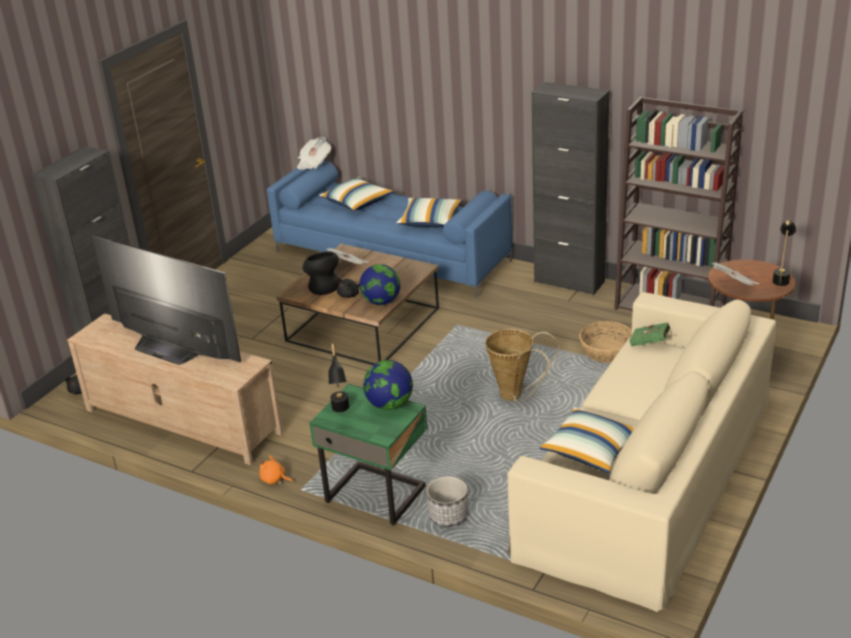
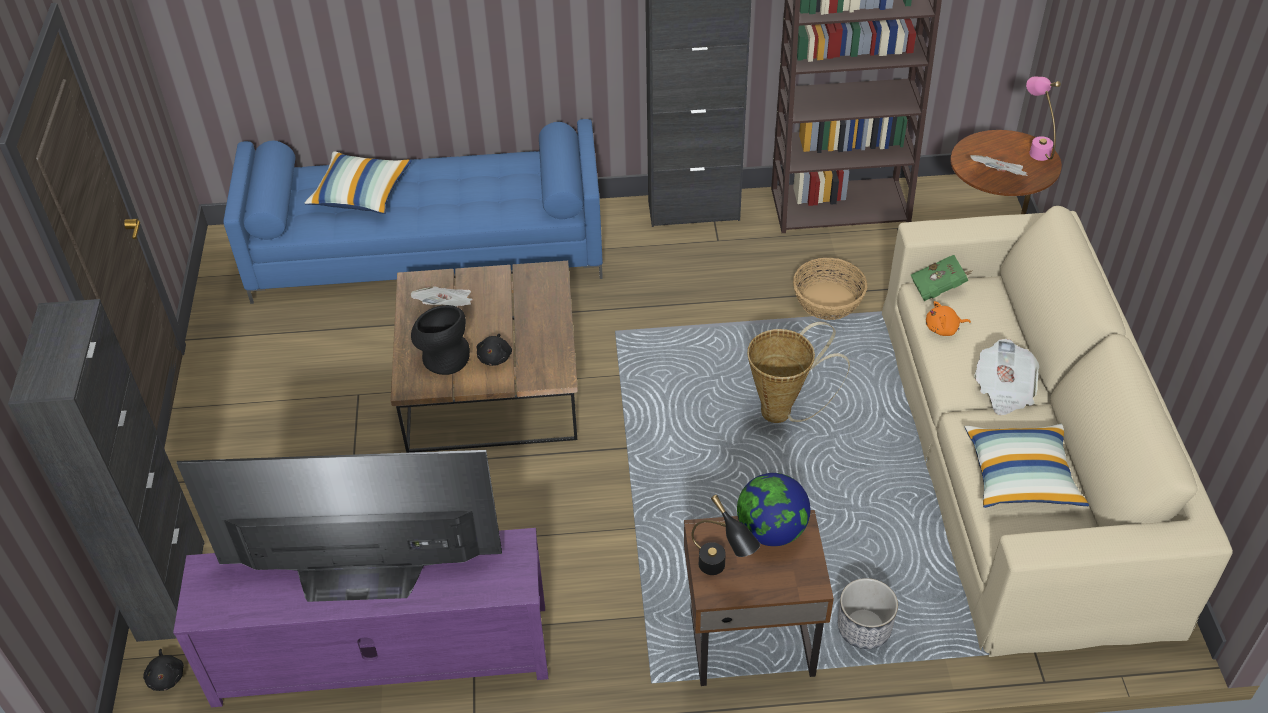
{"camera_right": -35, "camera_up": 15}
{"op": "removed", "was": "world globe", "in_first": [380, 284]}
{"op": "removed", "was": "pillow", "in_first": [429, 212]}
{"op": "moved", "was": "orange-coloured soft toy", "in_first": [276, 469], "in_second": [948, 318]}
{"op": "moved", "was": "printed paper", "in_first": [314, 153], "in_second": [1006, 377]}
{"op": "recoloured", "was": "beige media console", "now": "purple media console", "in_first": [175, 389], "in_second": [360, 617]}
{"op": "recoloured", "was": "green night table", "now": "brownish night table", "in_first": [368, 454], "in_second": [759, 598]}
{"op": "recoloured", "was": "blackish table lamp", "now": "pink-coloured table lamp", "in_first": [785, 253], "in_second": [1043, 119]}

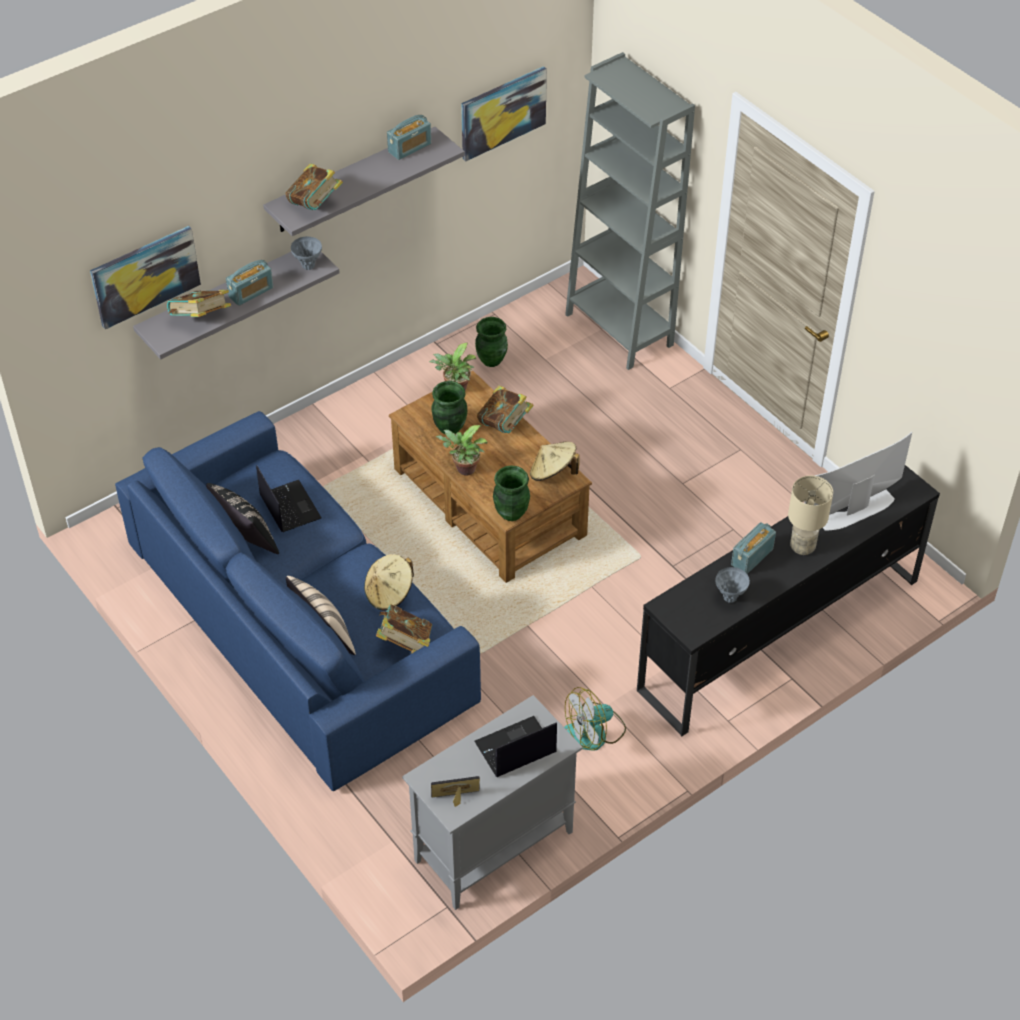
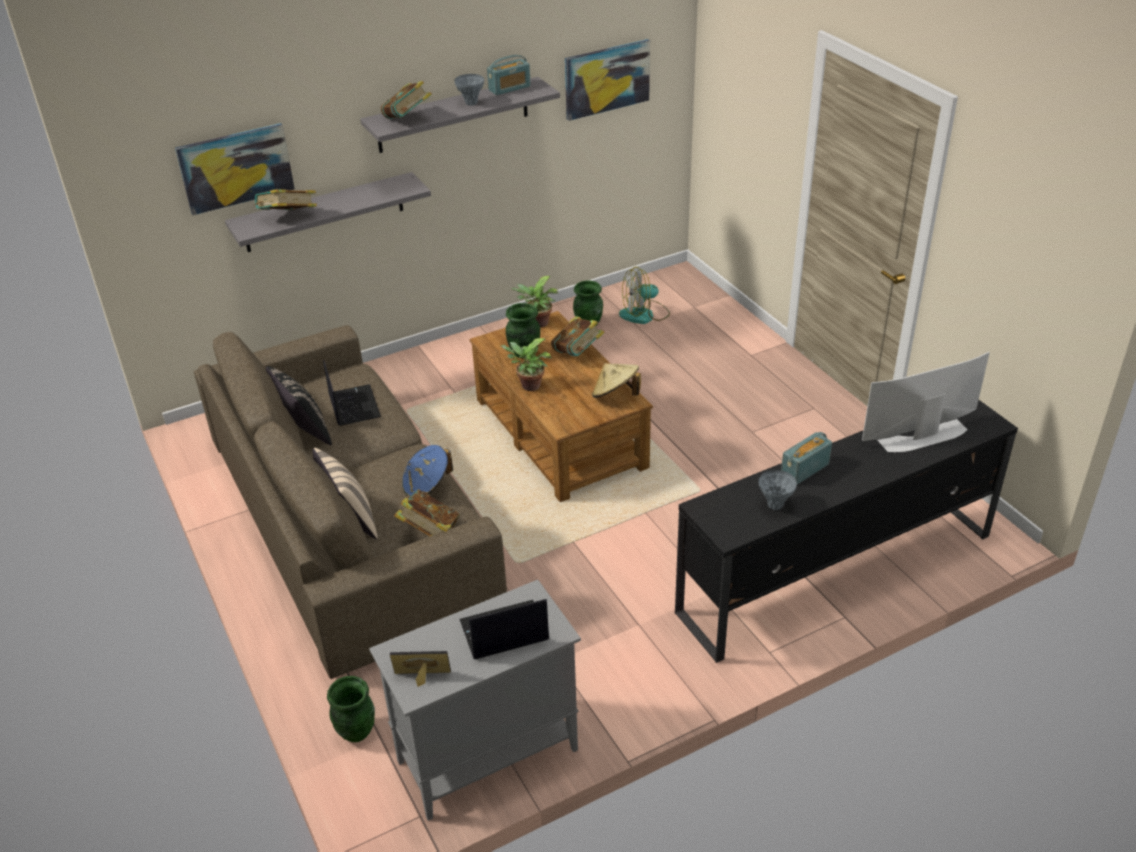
{"camera_right": 10, "camera_up": -10}
{"op": "removed", "was": "radio set", "in_first": [249, 283]}
{"op": "removed", "was": "gray shelving unit", "in_first": [630, 211]}
{"op": "removed", "was": "beige table lamp", "in_first": [810, 515]}
{"op": "moved", "was": "gray decorative vase", "in_first": [306, 253], "in_second": [469, 90]}
{"op": "moved", "was": "green decorative vase", "in_first": [511, 493], "in_second": [351, 709]}
{"op": "moved", "was": "cooling fan", "in_first": [595, 719], "in_second": [644, 295]}
{"op": "recoloured", "was": "blue settee", "now": "brownish settee", "in_first": [298, 601], "in_second": [350, 502]}
{"op": "recoloured", "was": "beige hat", "now": "blue hat", "in_first": [389, 582], "in_second": [427, 470]}

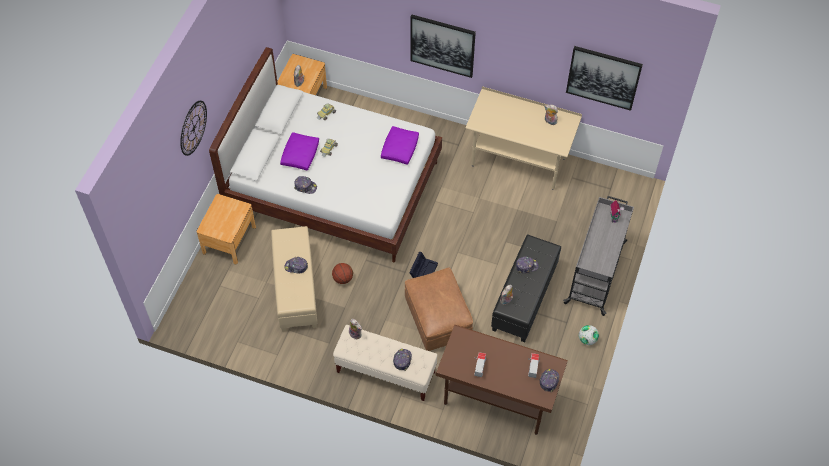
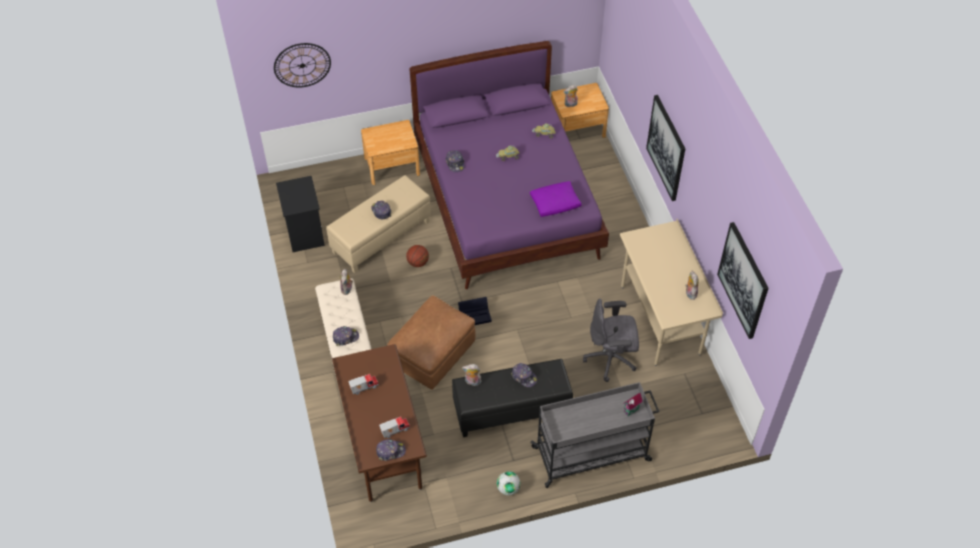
{"camera_right": 55, "camera_up": -5}
{"op": "removed", "was": "purple pillow", "in_first": [299, 151]}
{"op": "added", "now": "blackish night table", "in_second": [300, 214]}
{"op": "added", "now": "gray desk chair", "in_second": [611, 340]}
{"op": "moved", "was": "hanging clock", "in_first": [193, 128], "in_second": [302, 65]}
{"op": "recoloured", "was": "whitish bed", "now": "purple bed", "in_first": [325, 155], "in_second": [509, 165]}

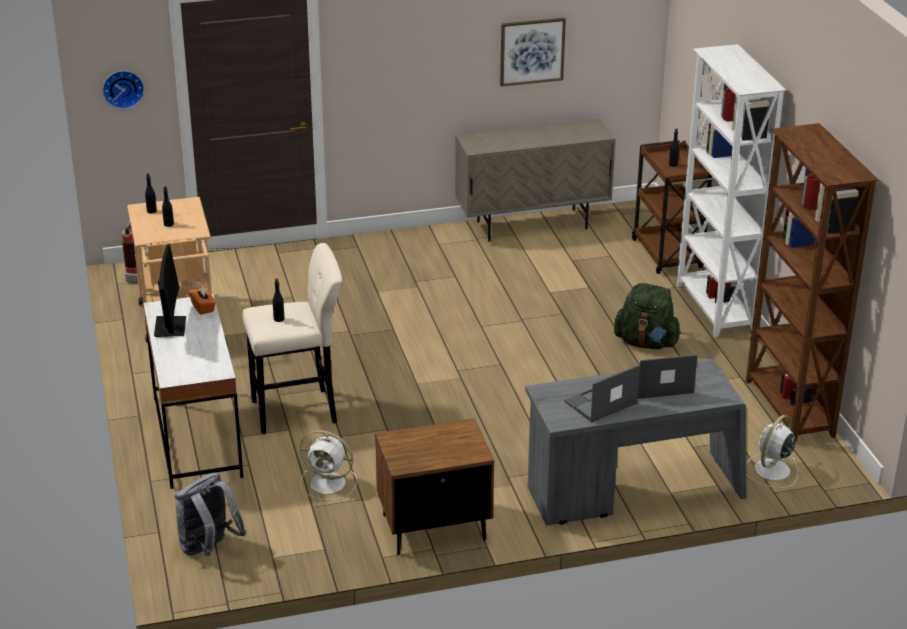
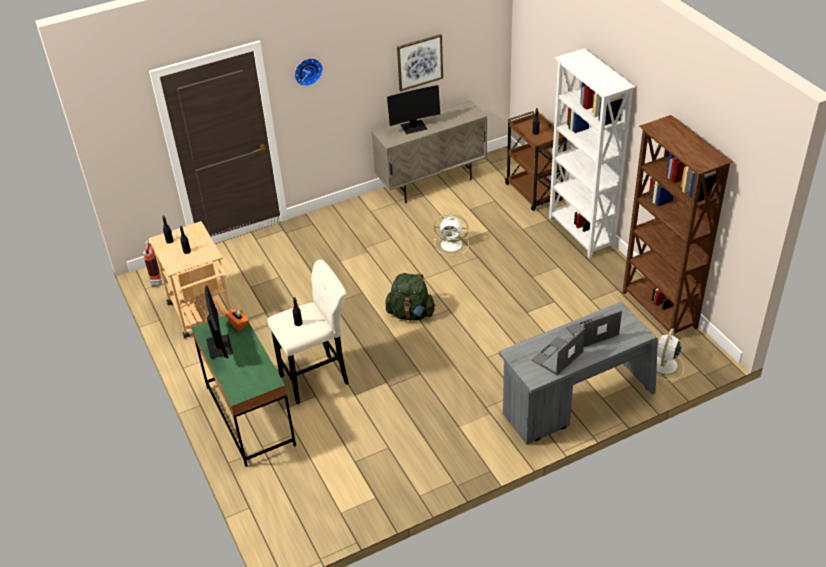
{"camera_right": -10, "camera_up": 10}
{"op": "removed", "was": "gray backpack", "in_first": [210, 514]}
{"op": "removed", "was": "brownish night table", "in_first": [434, 487]}
{"op": "added", "now": "computer display", "in_second": [413, 109]}
{"op": "moved", "was": "hanging clock", "in_first": [123, 90], "in_second": [308, 72]}
{"op": "moved", "was": "whitish cooling fan", "in_first": [328, 465], "in_second": [451, 234]}
{"op": "moved", "was": "green backpack", "in_first": [647, 316], "in_second": [410, 297]}
{"op": "recoloured", "was": "whitish desk unit", "now": "green desk unit", "in_first": [193, 391], "in_second": [243, 388]}

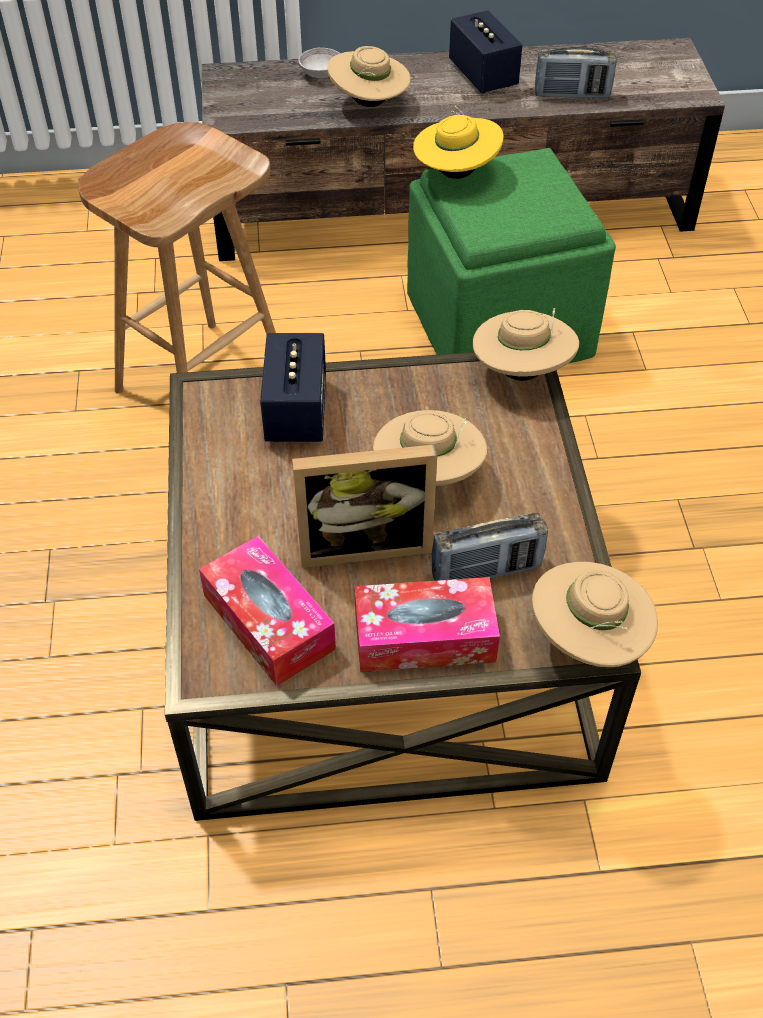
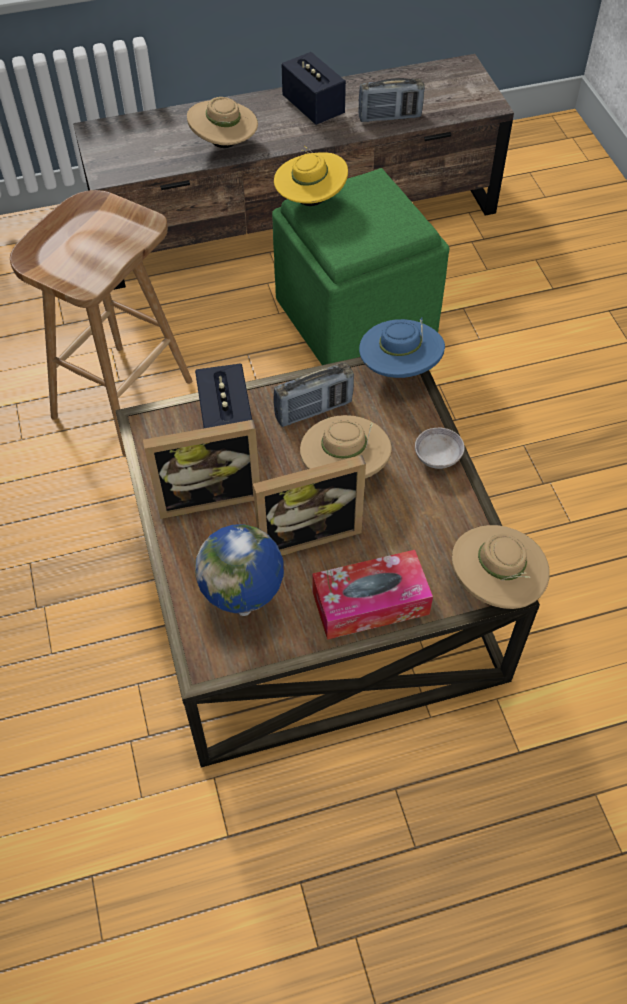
{"camera_right": -10, "camera_up": 5}
{"op": "added", "now": "photo frame", "in_second": [201, 469]}
{"op": "moved", "was": "gray bowl", "in_first": [319, 63], "in_second": [440, 448]}
{"op": "moved", "was": "radio set", "in_first": [489, 547], "in_second": [313, 394]}
{"op": "replaced", "was": "tissue box", "now": "world globe", "in_first": [267, 611], "in_second": [239, 570]}
{"op": "recoloured", "was": "beige hat", "now": "blue hat", "in_first": [526, 344], "in_second": [402, 347]}

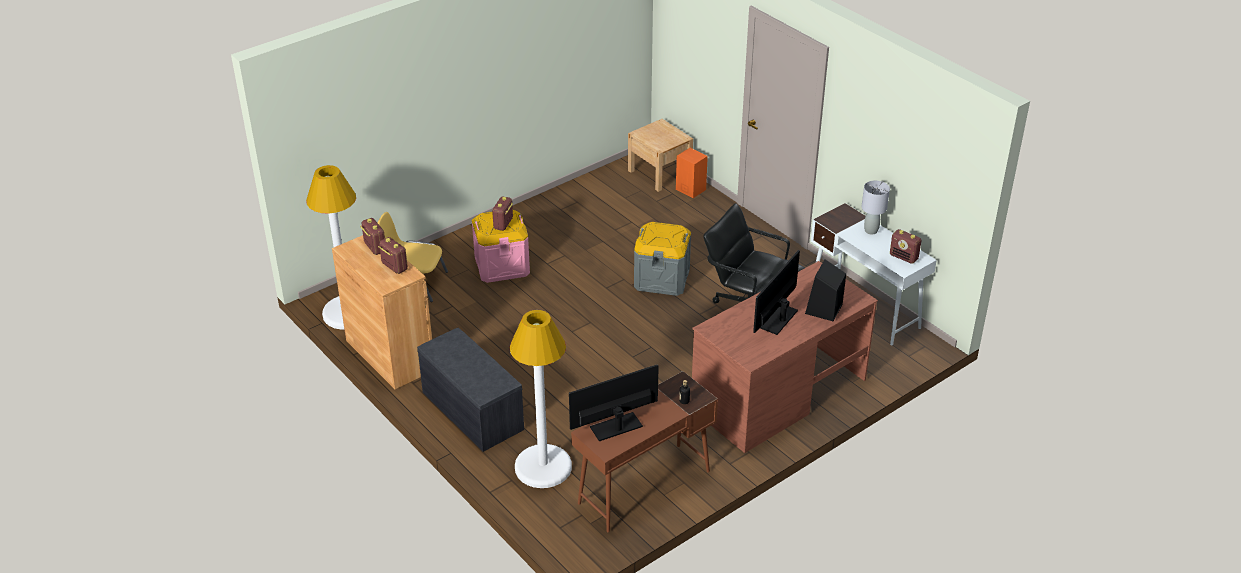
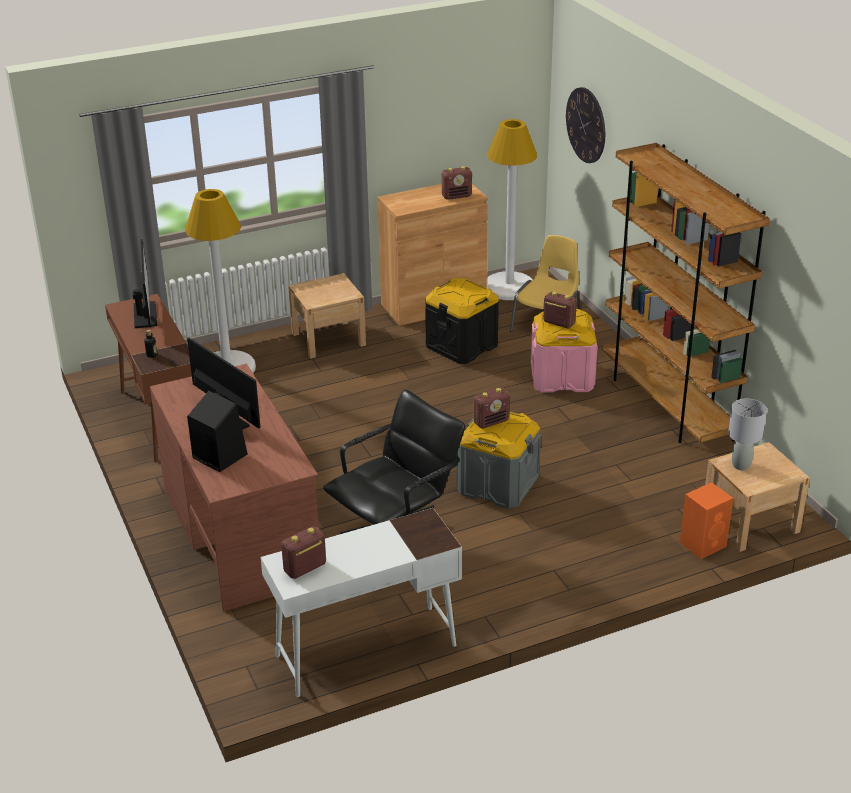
{"camera_right": 105, "camera_up": -5}
{"op": "added", "now": "blackish storage container", "in_second": [462, 321]}
{"op": "added", "now": "hanging clock", "in_second": [585, 125]}
{"op": "added", "now": "brownish shelving unit", "in_second": [686, 293]}
{"op": "moved", "was": "radio set", "in_first": [393, 255], "in_second": [492, 408]}
{"op": "moved", "was": "gray table lamp", "in_first": [875, 207], "in_second": [747, 434]}
{"op": "replaced", "was": "gray long seat", "now": "beige night table", "in_first": [470, 390], "in_second": [327, 316]}

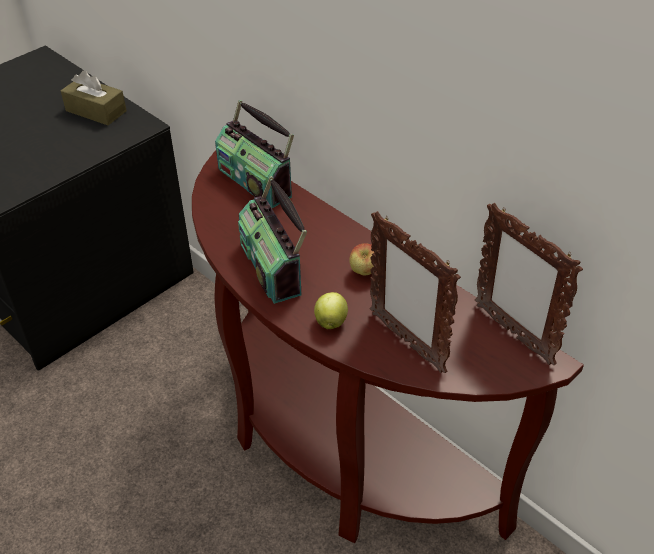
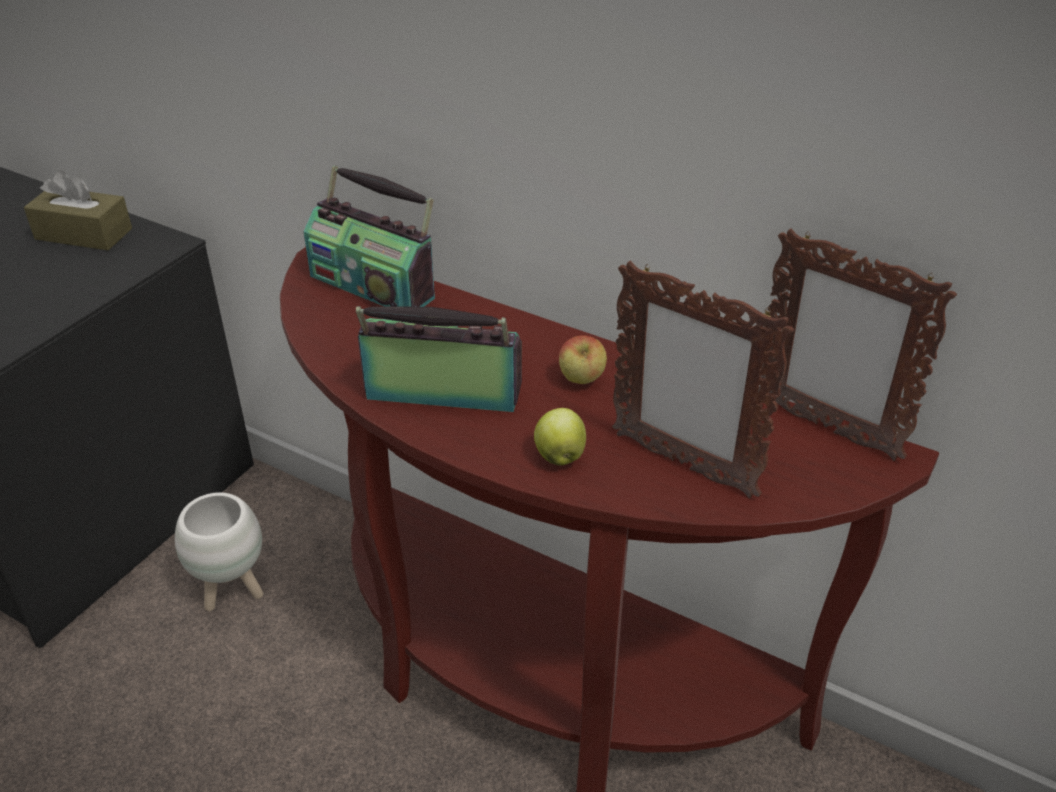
{"camera_right": -15, "camera_up": -5}
{"op": "added", "now": "whitish flower pot", "in_second": [219, 551]}
{"op": "turned", "was": "radio set", "in_first": [272, 240], "in_second": [439, 359], "clockwise": 135}

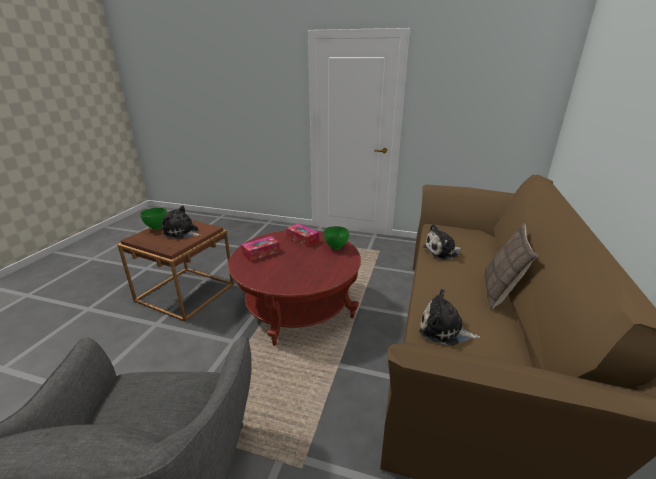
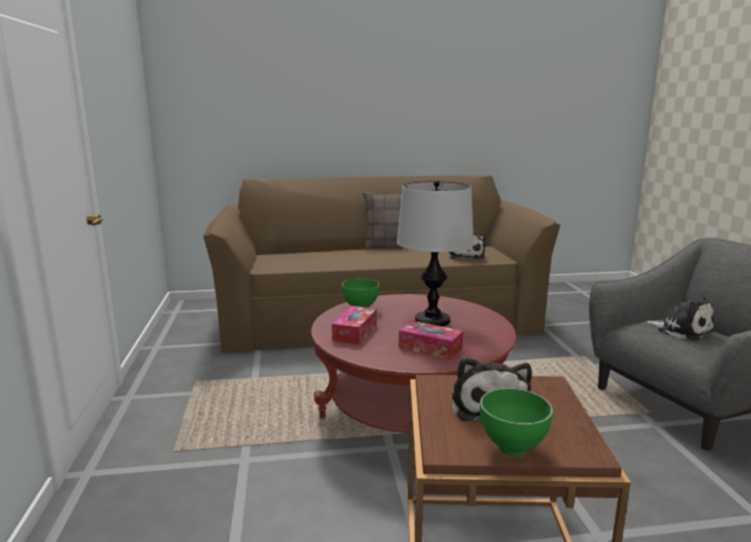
{"camera_right": -115, "camera_up": -10}
{"op": "added", "now": "table lamp", "in_second": [435, 253]}
{"op": "moved", "was": "soft toy", "in_first": [442, 242], "in_second": [679, 319]}

